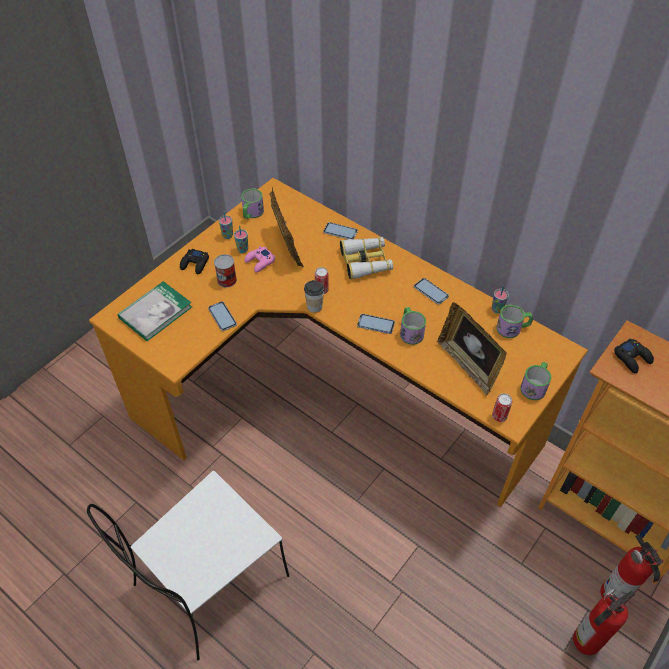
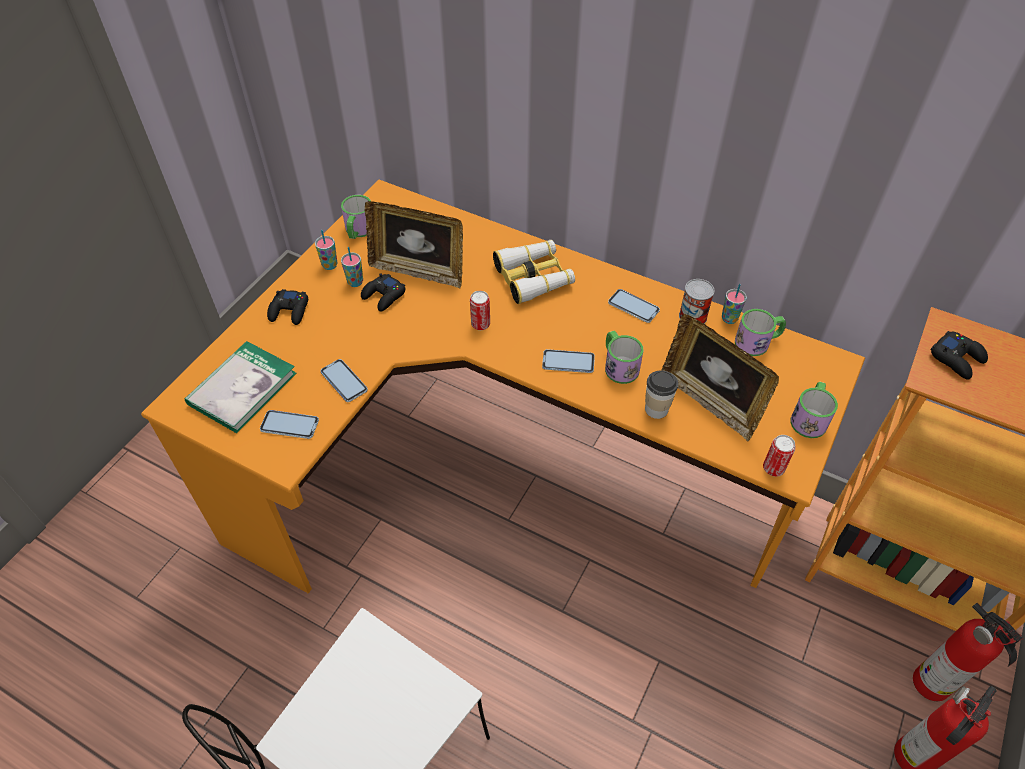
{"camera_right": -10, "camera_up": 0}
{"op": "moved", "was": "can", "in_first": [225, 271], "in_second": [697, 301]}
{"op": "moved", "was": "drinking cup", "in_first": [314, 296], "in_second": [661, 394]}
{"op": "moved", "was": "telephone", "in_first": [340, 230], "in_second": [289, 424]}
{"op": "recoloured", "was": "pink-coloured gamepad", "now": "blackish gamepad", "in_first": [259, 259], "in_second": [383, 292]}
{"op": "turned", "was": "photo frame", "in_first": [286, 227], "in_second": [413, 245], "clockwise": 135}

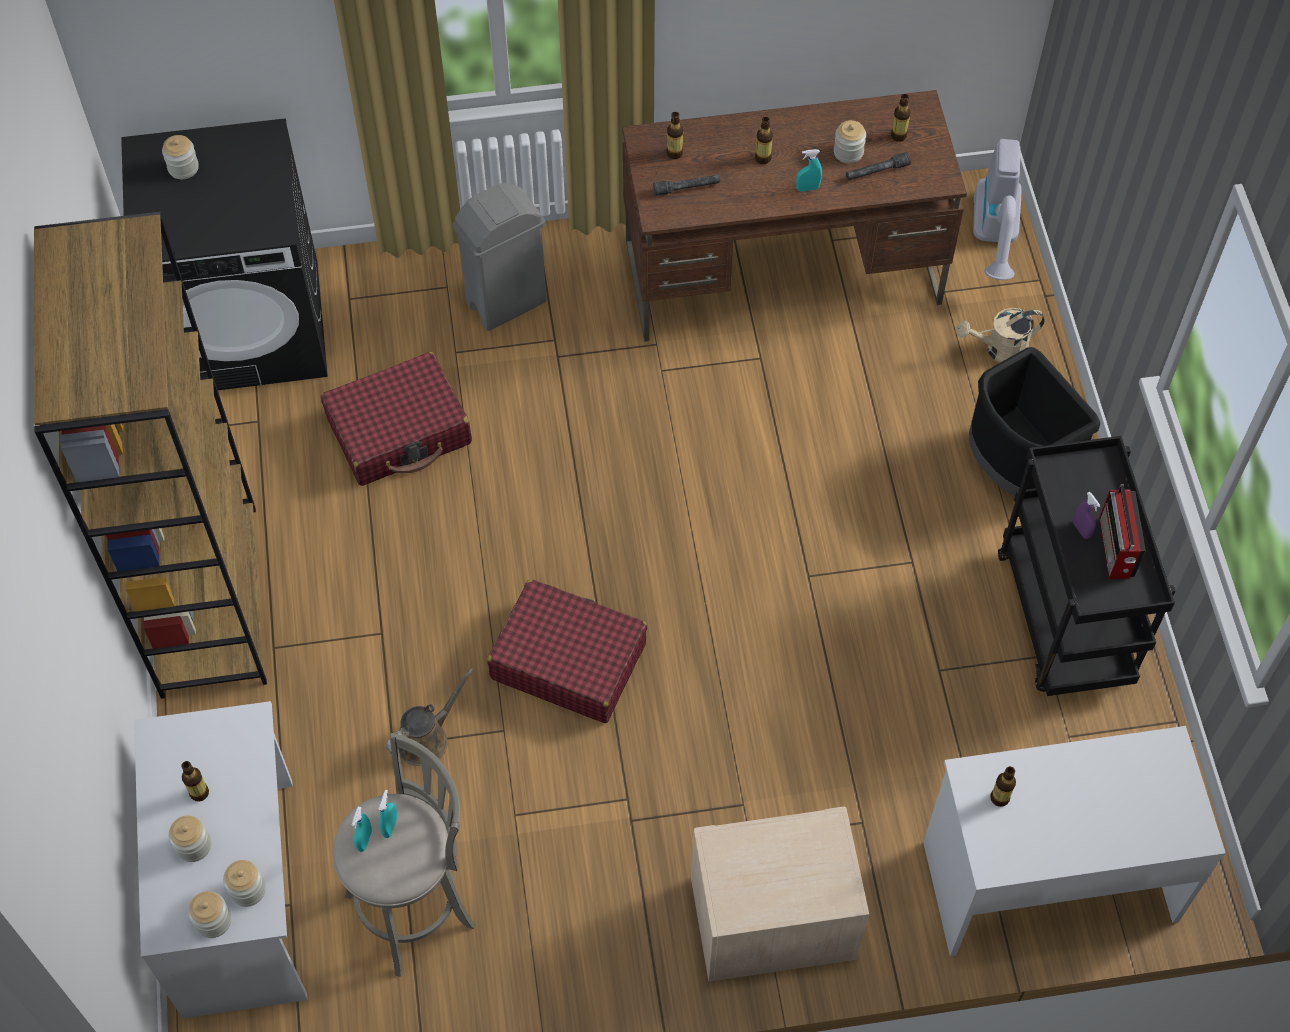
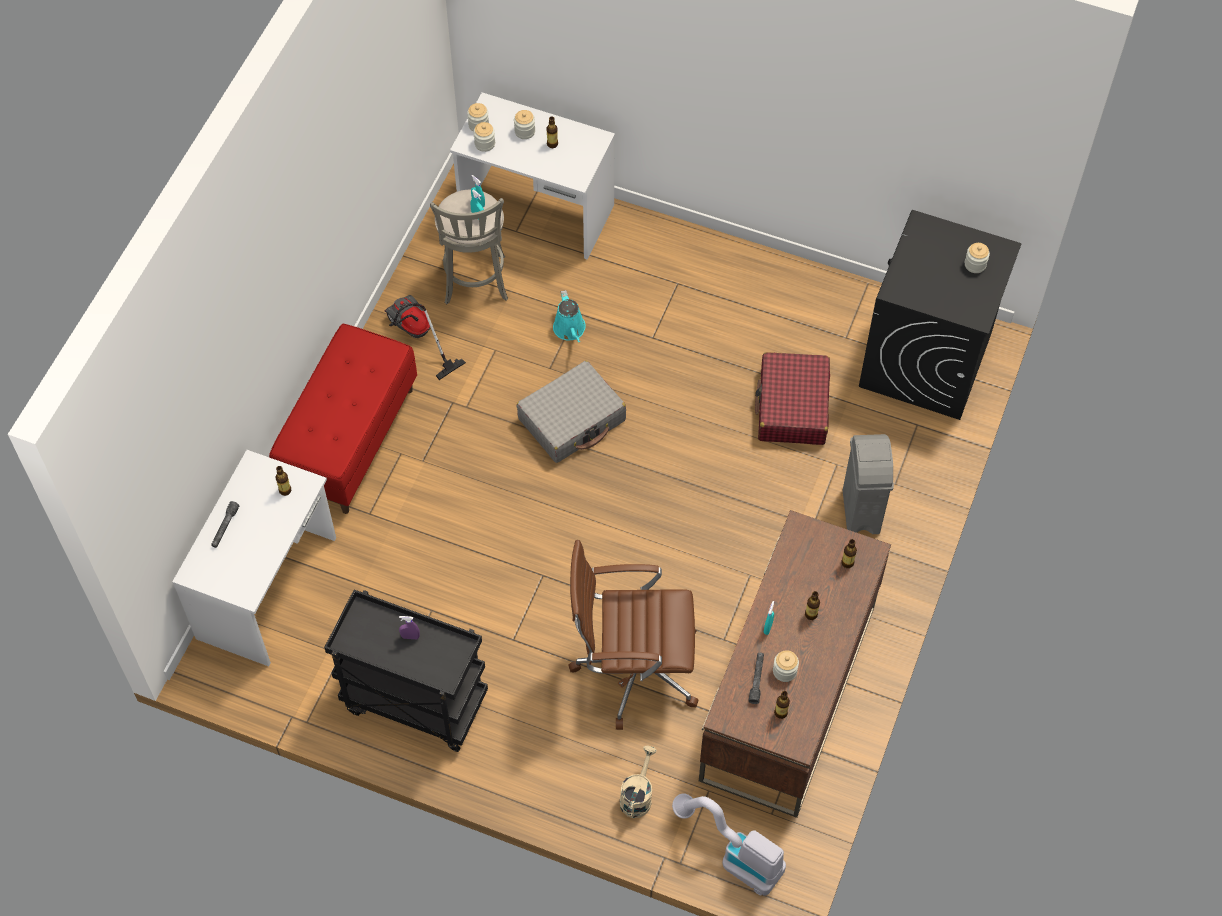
{"camera_right": 120, "camera_up": 0}
{"op": "removed", "was": "brownish shelving unit", "in_first": [150, 455]}
{"op": "removed", "was": "blackish rubbish bin", "in_first": [1034, 421]}
{"op": "removed", "was": "radio set", "in_first": [1122, 531]}
{"op": "added", "now": "vacuum cleaner", "in_second": [425, 337]}
{"op": "added", "now": "brownish desk chair", "in_second": [633, 635]}
{"op": "moved", "was": "gray hand torch", "in_first": [686, 185], "in_second": [225, 524]}
{"op": "replaced", "was": "beige night table", "now": "red-coloured long seat", "in_first": [780, 894], "in_second": [343, 419]}
{"op": "recoloured", "was": "brownish sprinkling can", "now": "turquoise-coloured sprinkling can", "in_first": [430, 717], "in_second": [569, 316]}
{"op": "recoloured", "was": "red-coloured travel case", "now": "gray travel case", "in_first": [567, 651], "in_second": [571, 412]}

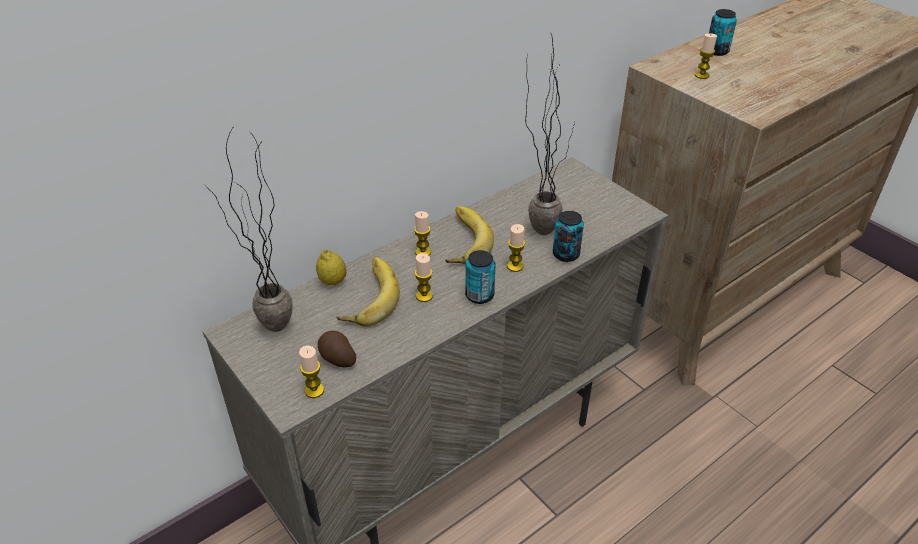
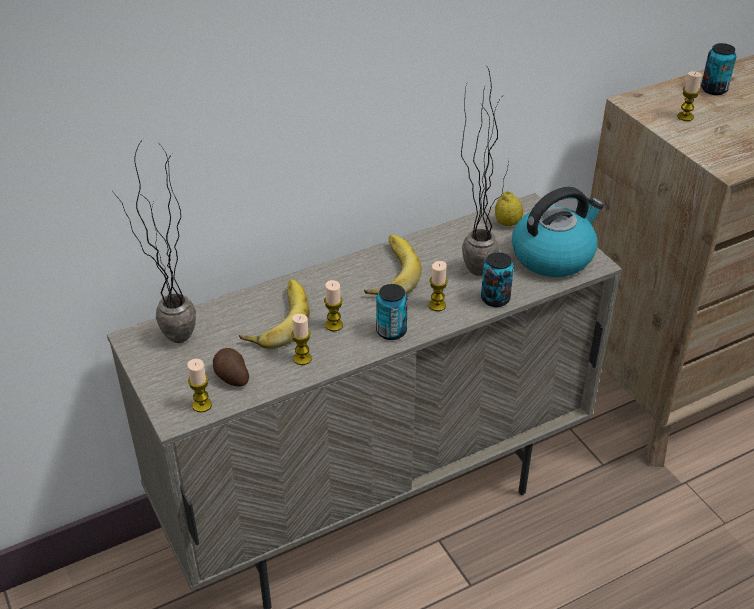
{"camera_right": 10, "camera_up": 0}
{"op": "added", "now": "water kettle", "in_second": [558, 232]}
{"op": "moved", "was": "lemon", "in_first": [331, 267], "in_second": [509, 208]}
{"op": "moved", "was": "wax candle", "in_first": [422, 233], "in_second": [301, 339]}

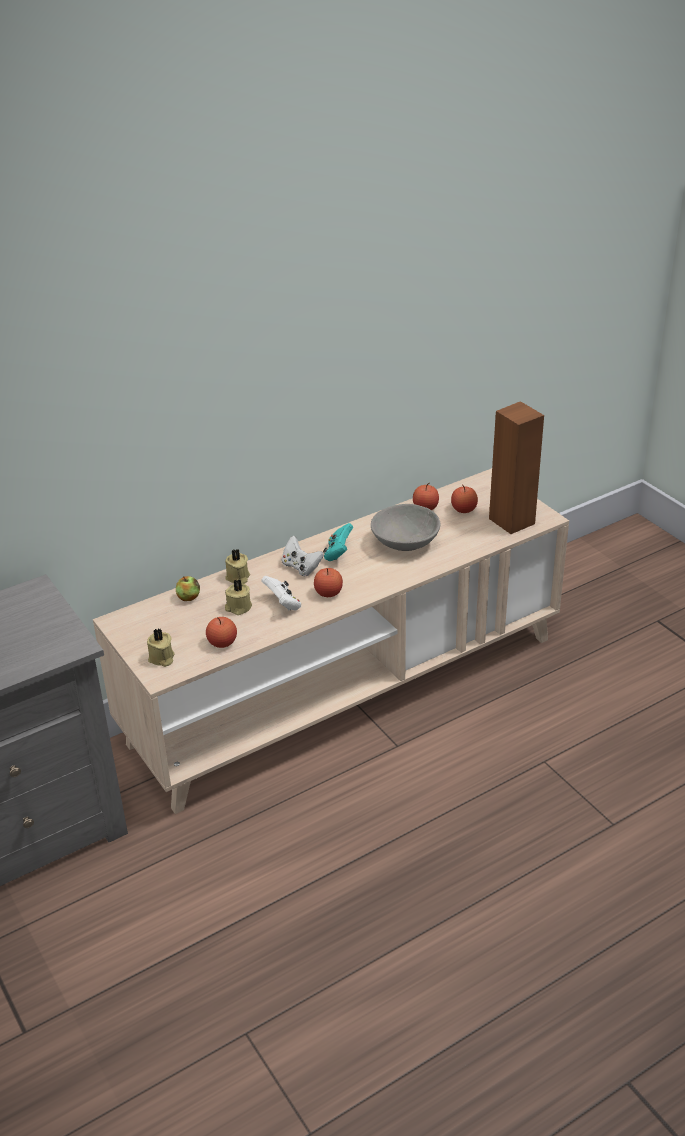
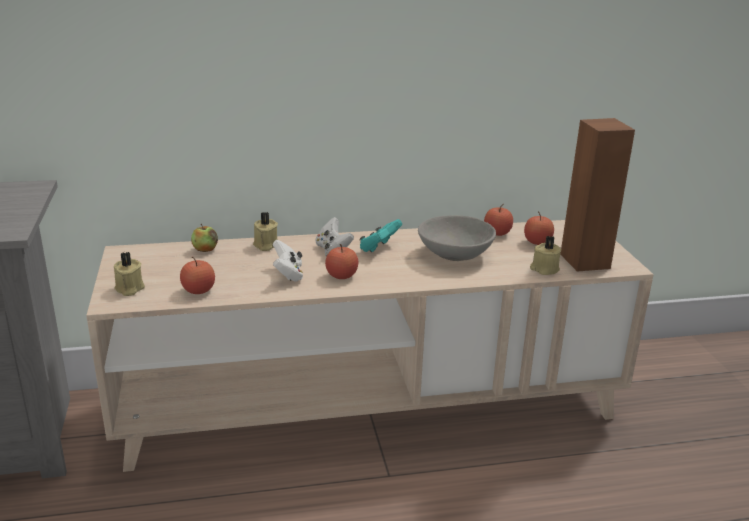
{"camera_right": 20, "camera_up": -10}
{"op": "moved", "was": "beige wax candle", "in_first": [238, 597], "in_second": [545, 255]}

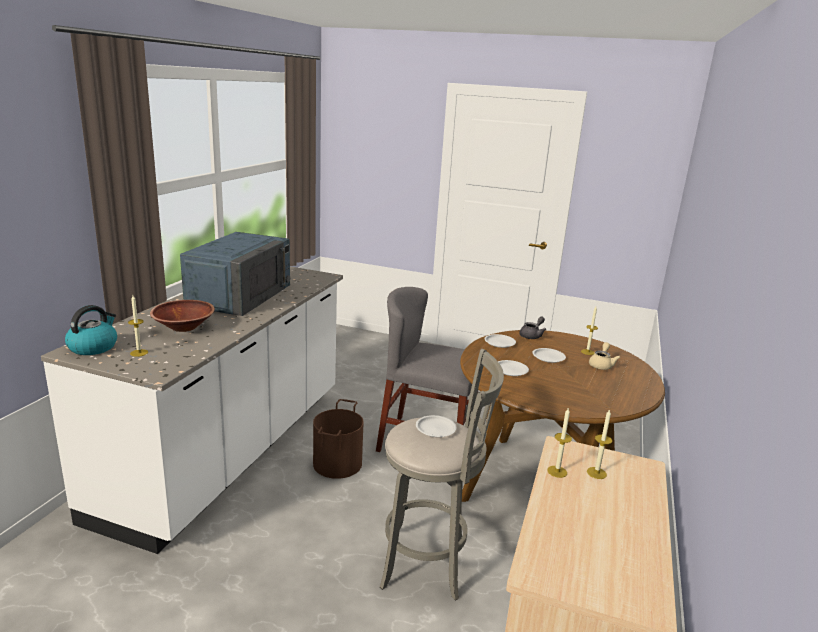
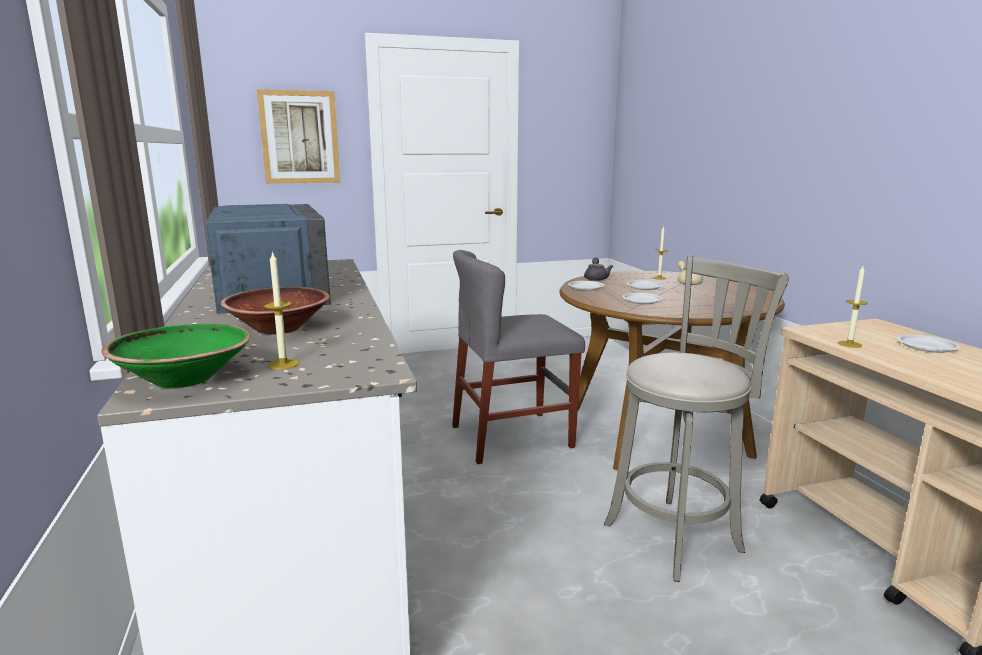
{"camera_right": -35, "camera_up": -5}
{"op": "removed", "was": "brownish pail", "in_first": [338, 439]}
{"op": "removed", "was": "wax candle", "in_first": [599, 444]}
{"op": "added", "now": "picture", "in_second": [298, 136]}
{"op": "moved", "was": "whitish dinner plate", "in_first": [436, 426], "in_second": [929, 344]}
{"op": "replaced", "was": "water kettle", "now": "green bowl", "in_first": [91, 330], "in_second": [176, 356]}

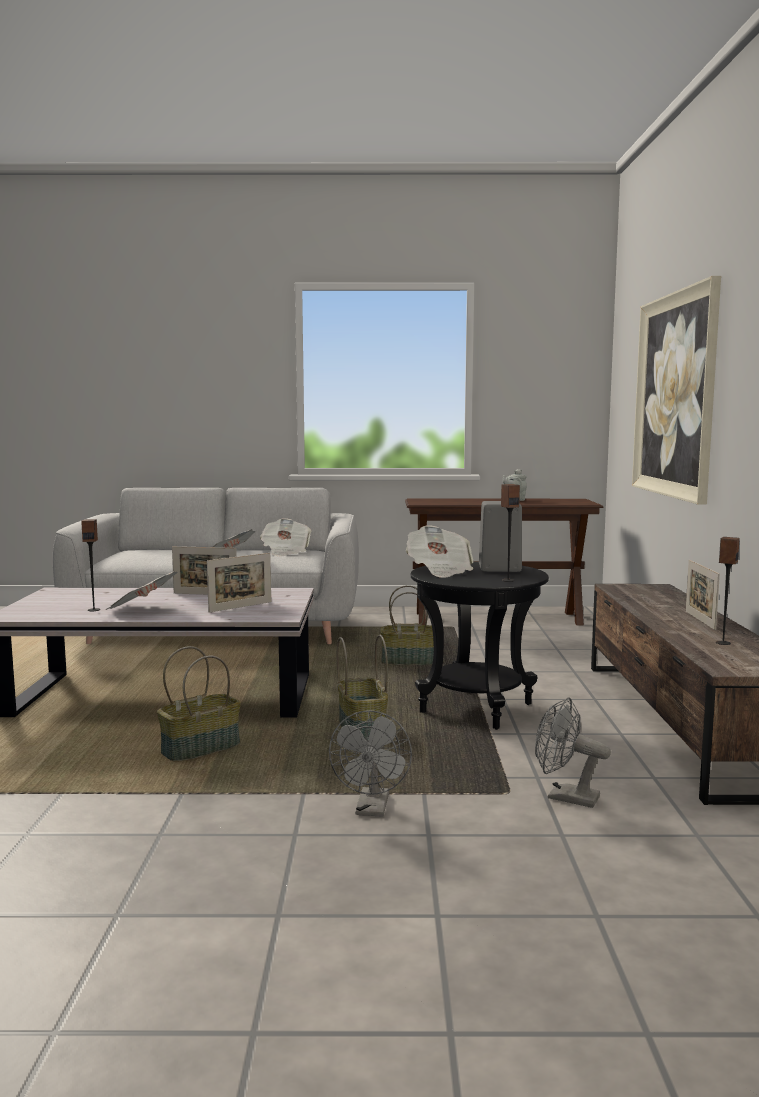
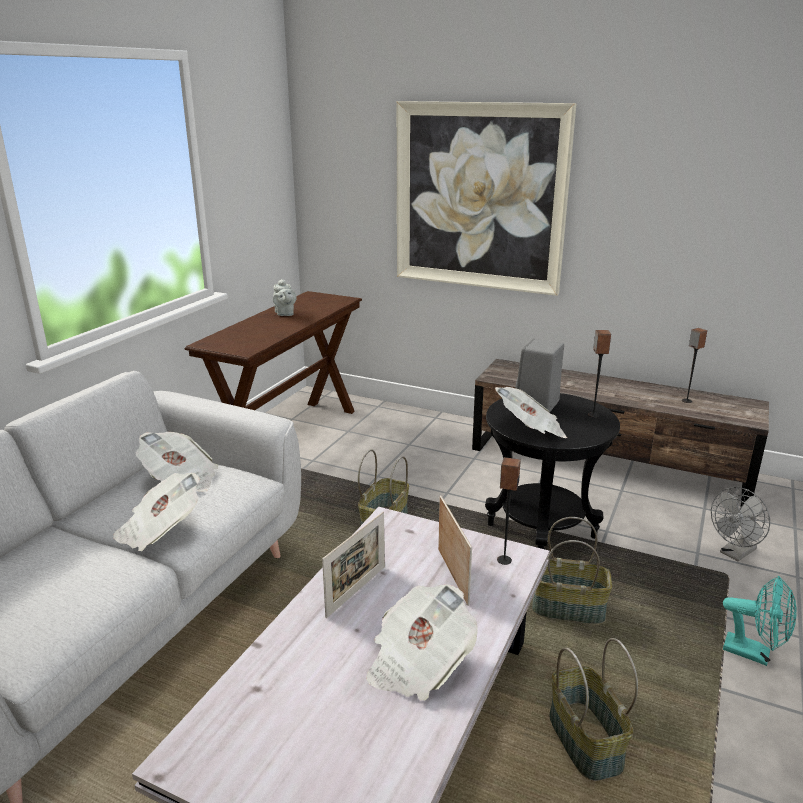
{"camera_right": -65, "camera_up": 15}
{"op": "removed", "was": "photo frame", "in_first": [703, 595]}
{"op": "moved", "was": "loudspeaker", "in_first": [90, 565], "in_second": [509, 511]}
{"op": "recoloured", "was": "gray cooling fan", "now": "turquoise-coloured cooling fan", "in_first": [370, 763], "in_second": [759, 621]}

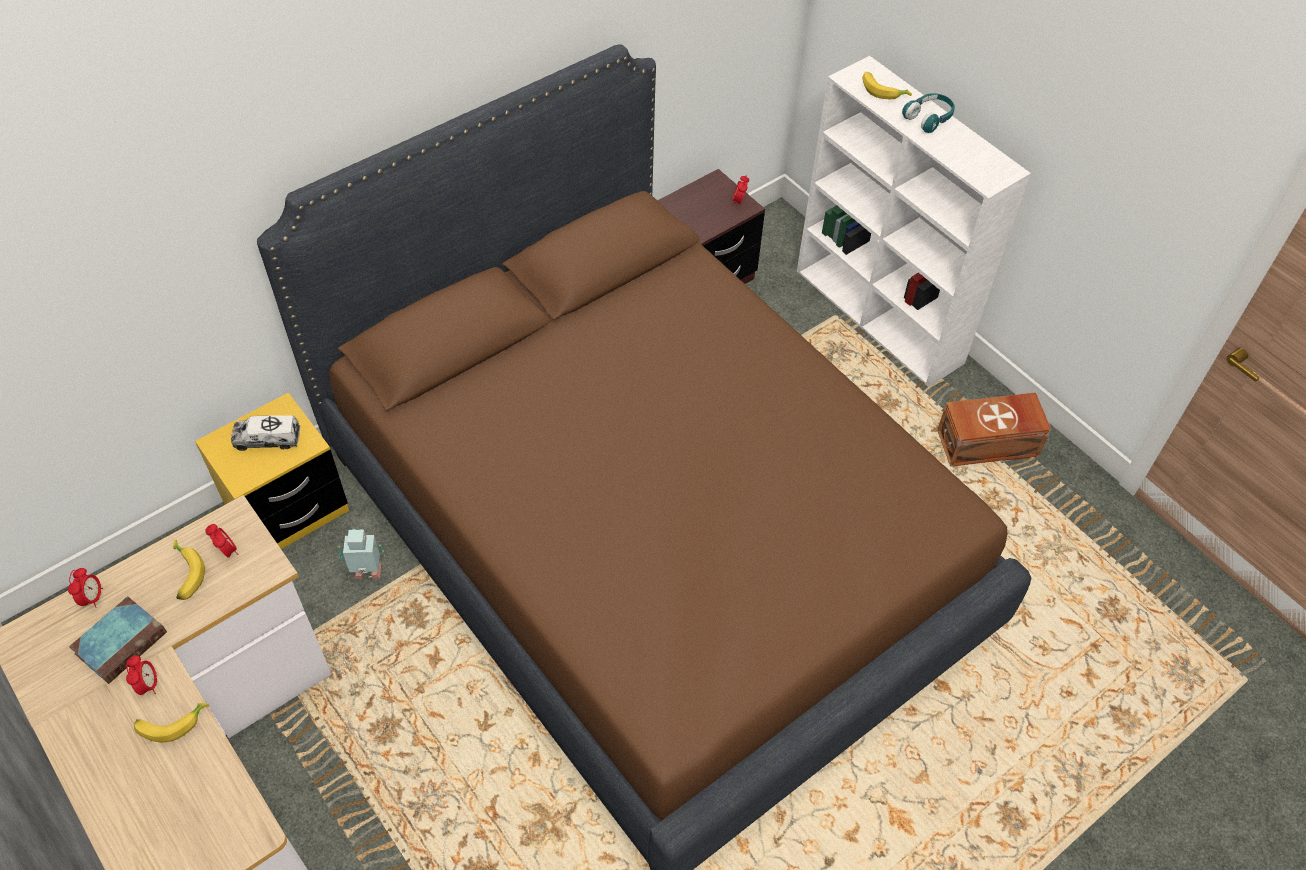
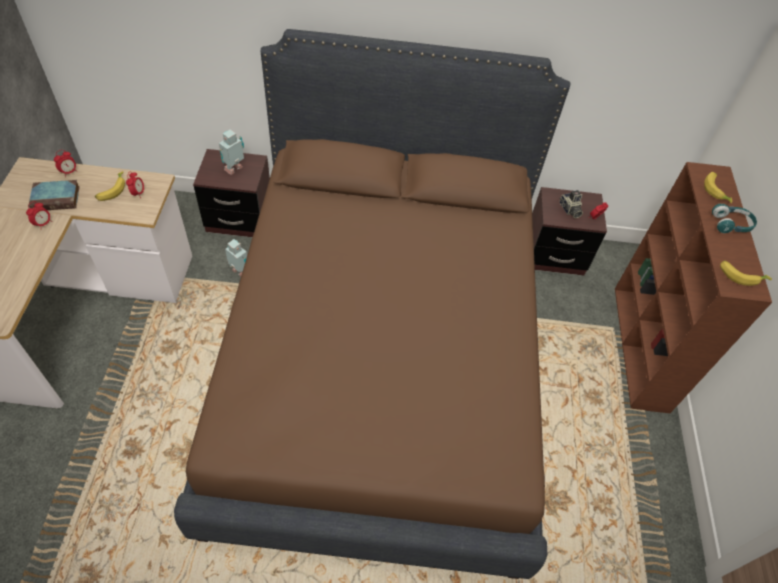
{"camera_right": 40, "camera_up": 0}
{"op": "removed", "was": "brownish storage container", "in_first": [994, 430]}
{"op": "added", "now": "photo camera", "in_second": [571, 204]}
{"op": "moved", "was": "banana", "in_first": [172, 722], "in_second": [746, 273]}
{"op": "replaced", "was": "toy lorry", "now": "robot figure", "in_first": [265, 433], "in_second": [231, 152]}
{"op": "recoloured", "was": "yellow night table", "now": "brownish night table", "in_first": [272, 470], "in_second": [231, 193]}
{"op": "recoloured", "was": "whitish shelving unit", "now": "brownish shelving unit", "in_first": [914, 221], "in_second": [693, 287]}

